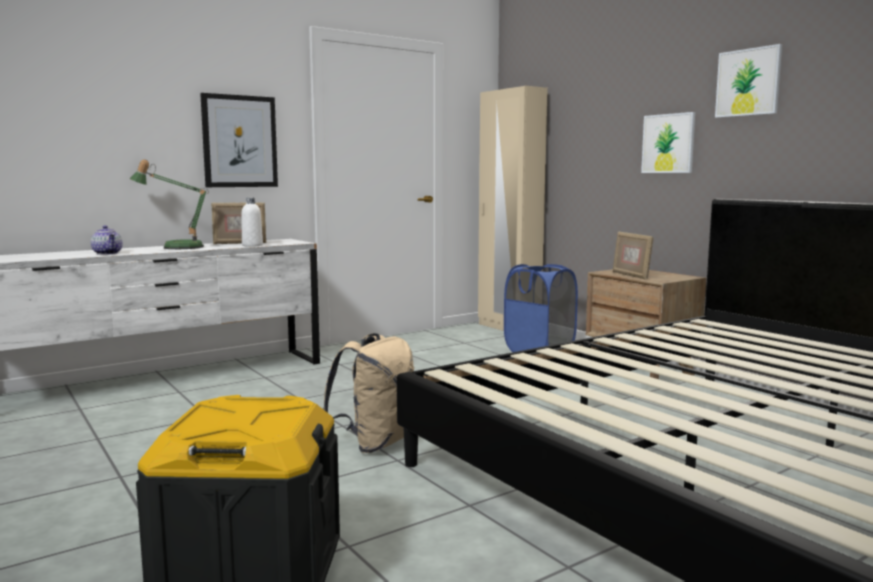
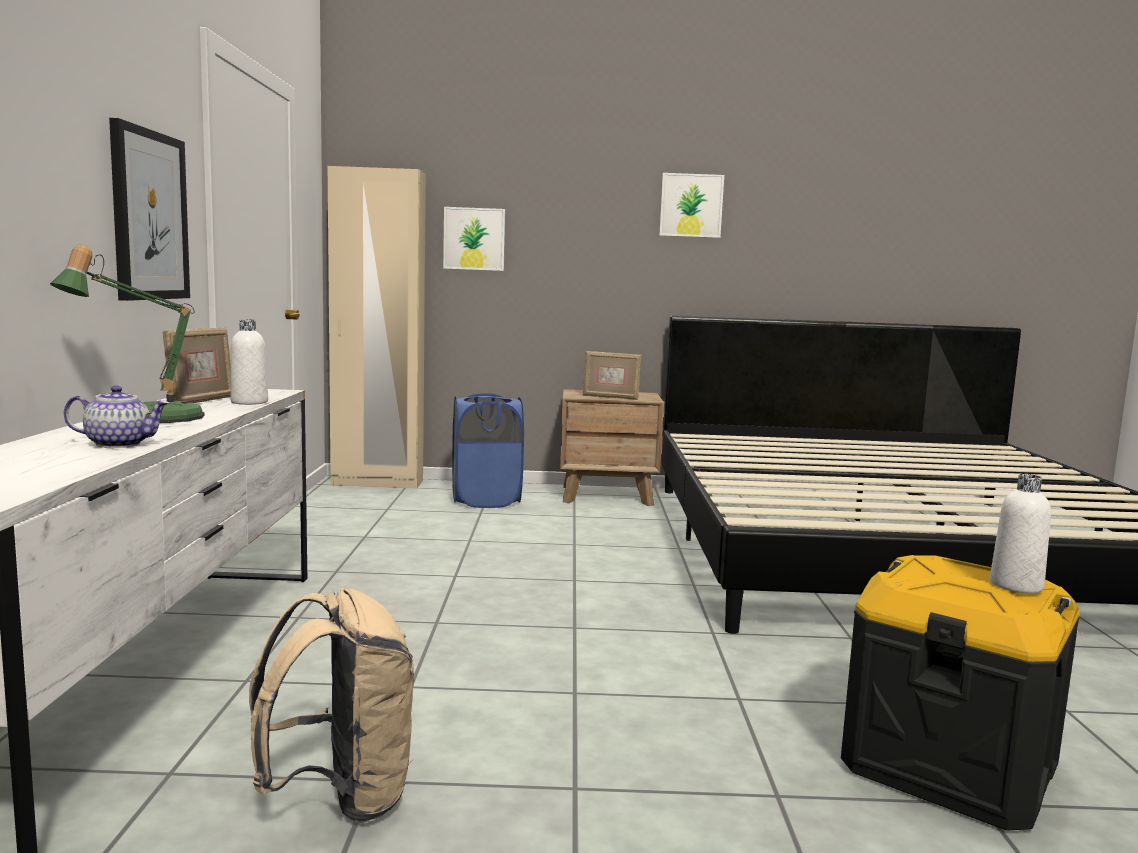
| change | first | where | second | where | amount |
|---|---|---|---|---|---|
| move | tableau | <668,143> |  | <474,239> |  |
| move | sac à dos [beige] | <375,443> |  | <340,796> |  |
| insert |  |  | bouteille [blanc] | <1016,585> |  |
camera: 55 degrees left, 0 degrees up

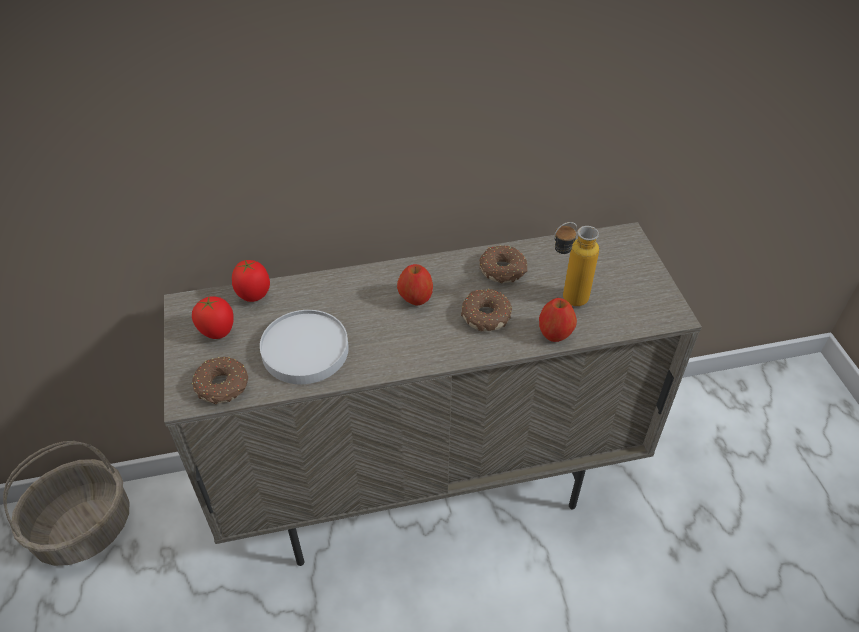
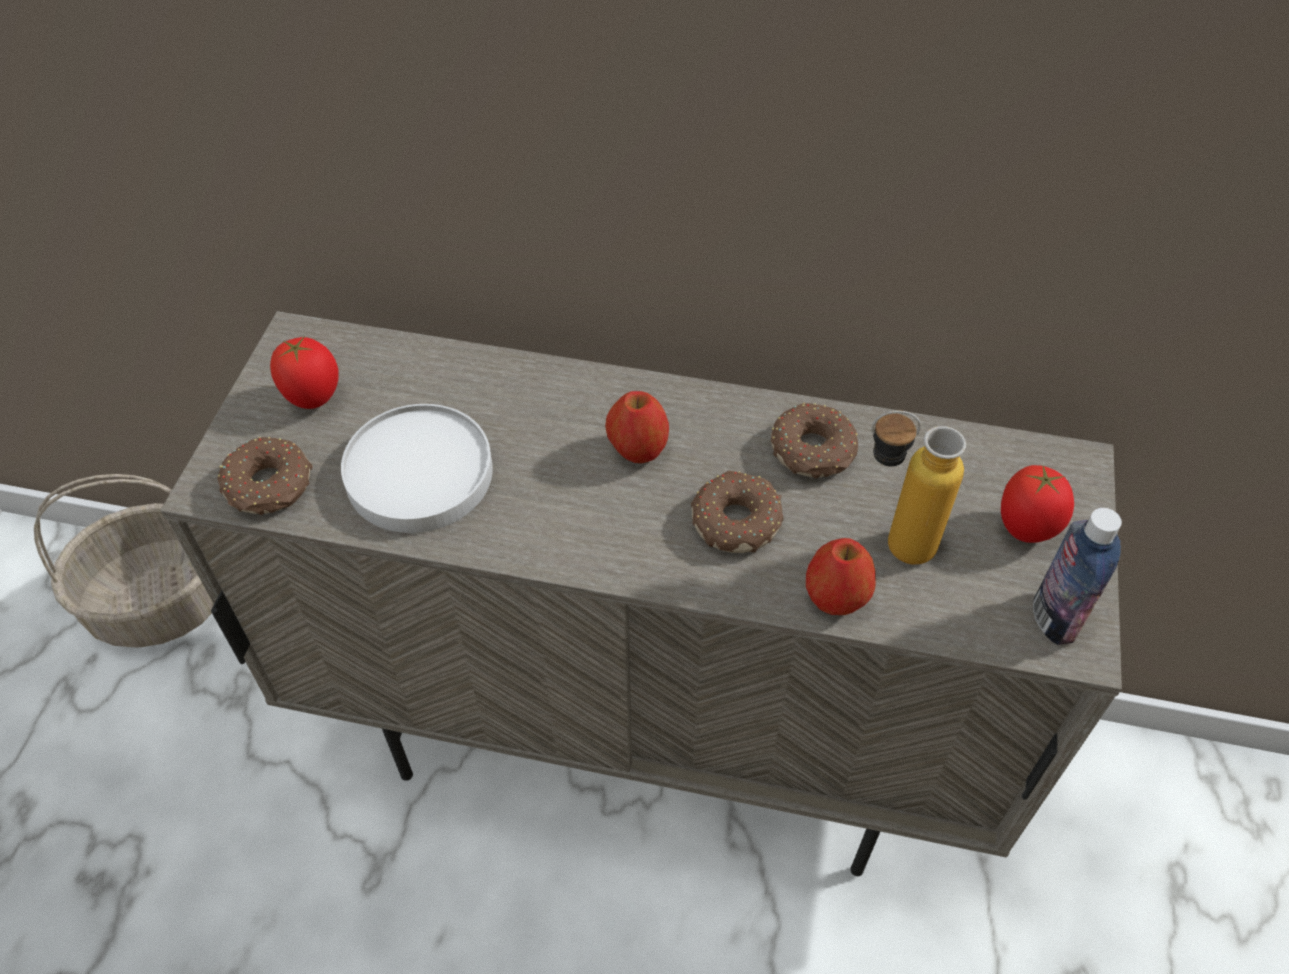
| change | first | where | second | where | amount |
|---|---|---|---|---|---|
| move | tomate | <254,296> |  | <1026,529> |  |
| insert |  |  | bouteille | <1054,618> |  |
camera: 25 degrees right, 5 degrees up

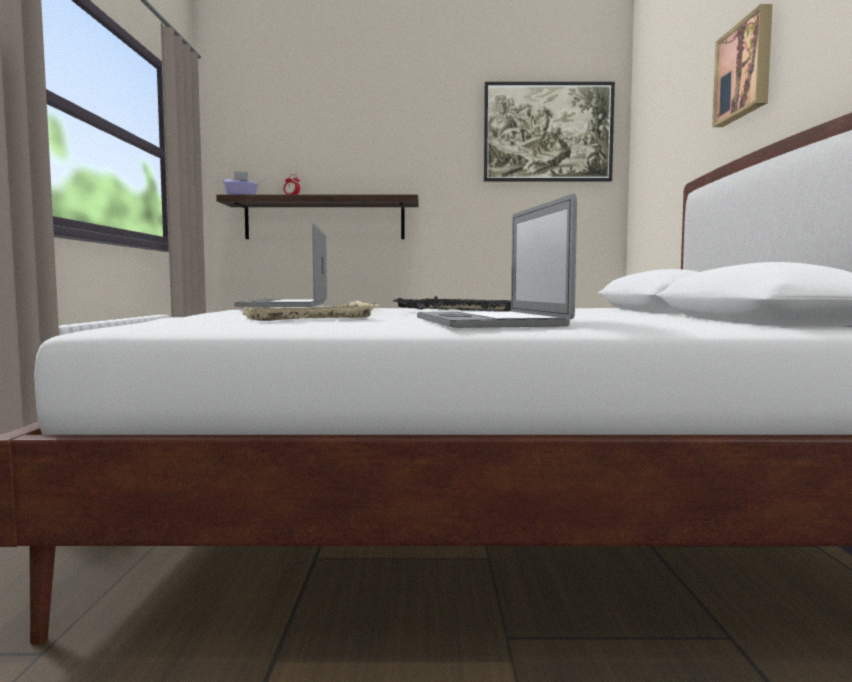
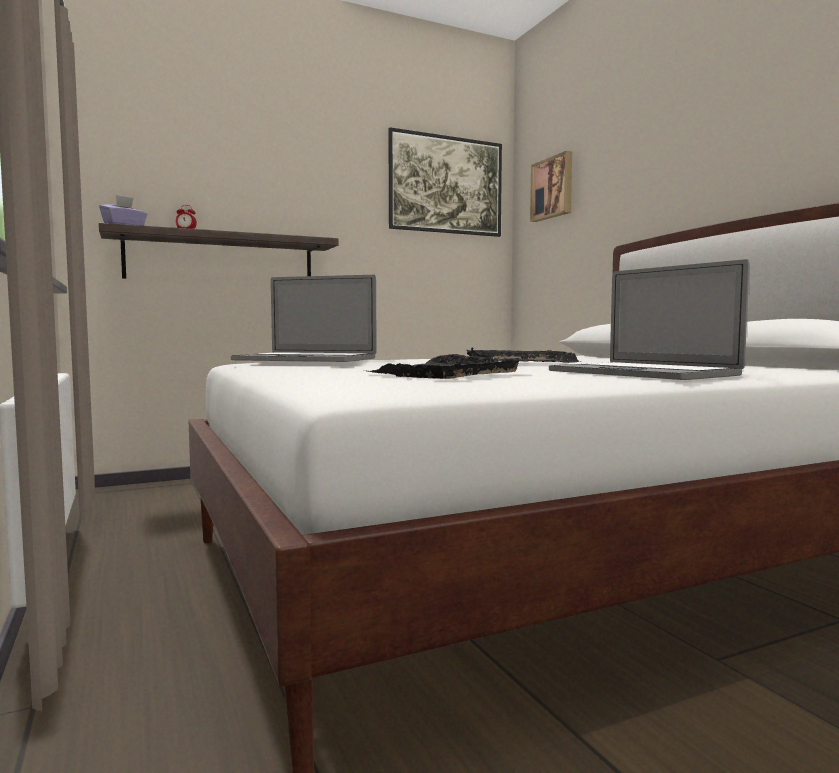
| change | first | where | second | where | amount |
|---|---|---|---|---|---|
| move | tableau | <745,70> |  | <553,188> |  |
| rotate | ordinateur portable | <285,305> |  | <306,359> | 45 degrees counterclockwise |
| recolor | plateau [beige] | <310,317> | plateau [noir] | <445,373> |  |
camera: 25 degrees left, 0 degrees up

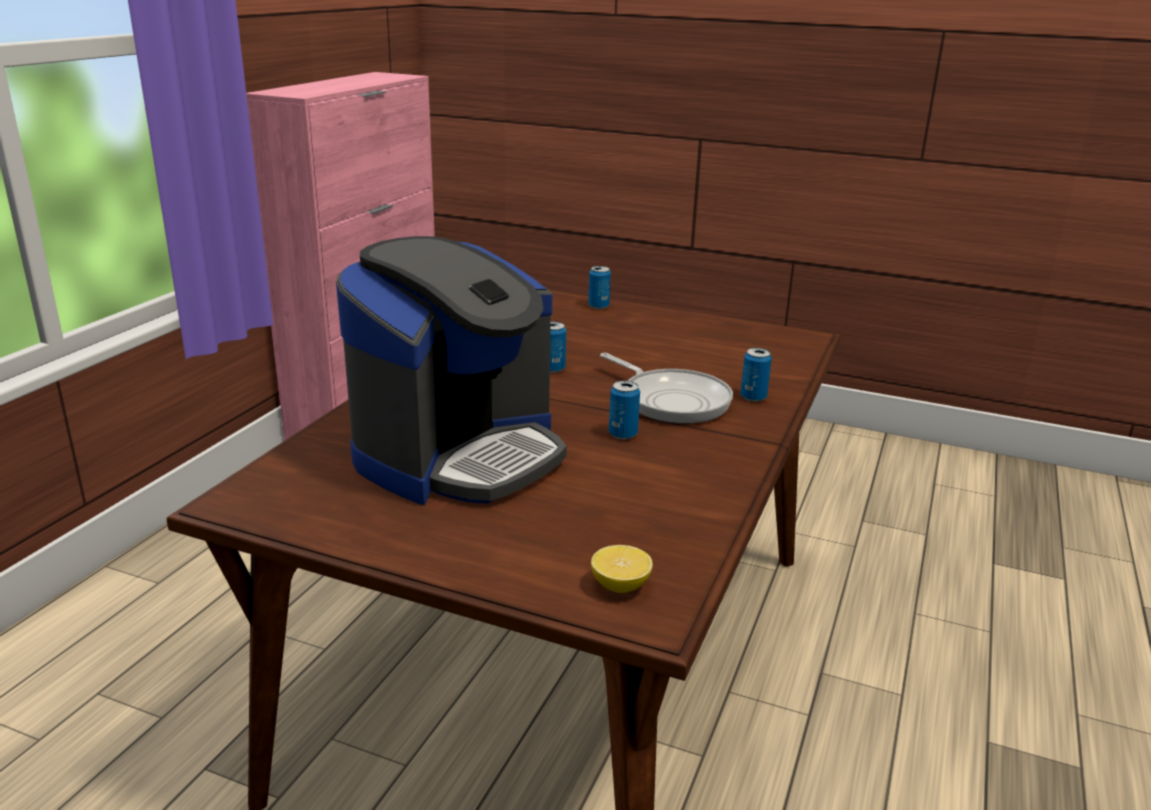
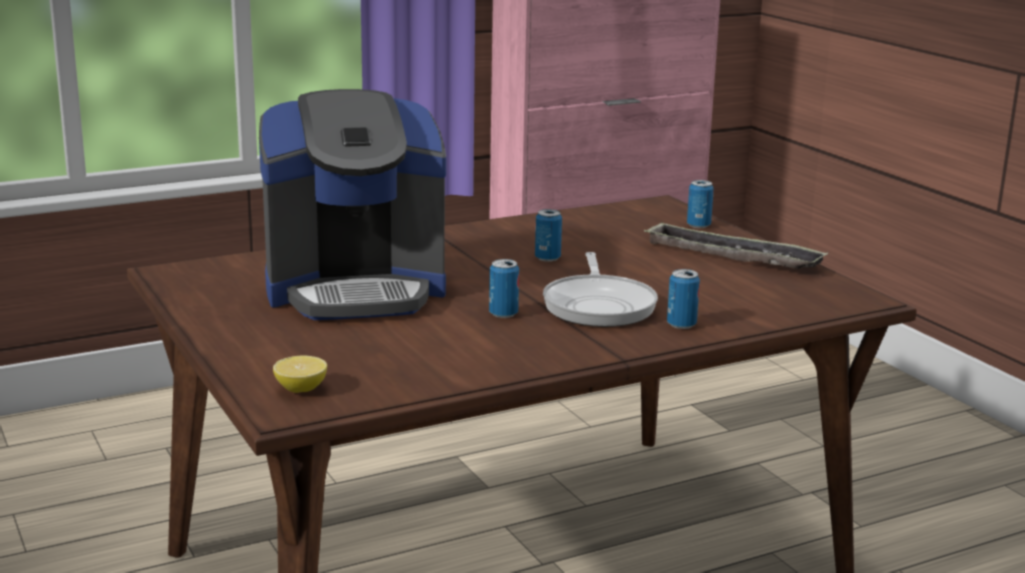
| change | first | where | second | where | amount |
|---|---|---|---|---|---|
| insert |  |  | plateau | <732,256> |  |
camera: 40 degrees right, 5 degrees down

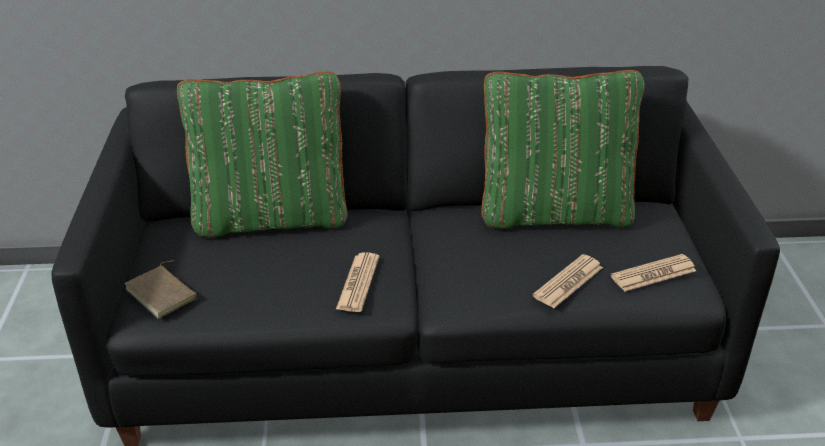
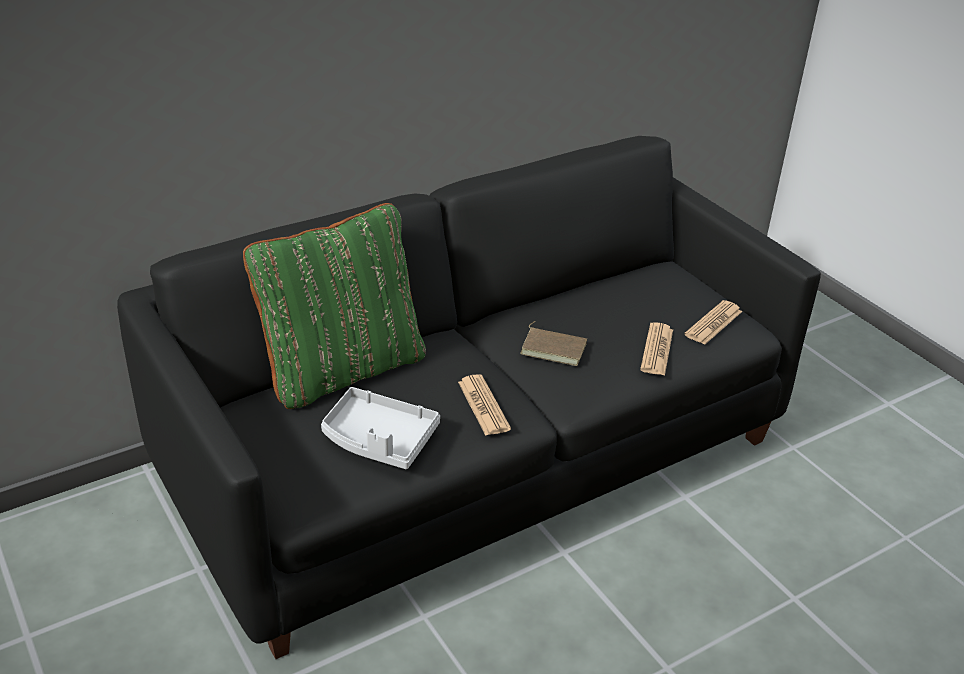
| change | first | where | second | where | amount |
|---|---|---|---|---|---|
| delete | coussin [vert] | <554,212> |  |  |  |
| move | livre [marron] | <163,293> |  | <554,348> |  |
| insert |  |  | plateau [gris] | <379,440> |  |
camera: 30 degrees left, 0 degrees up

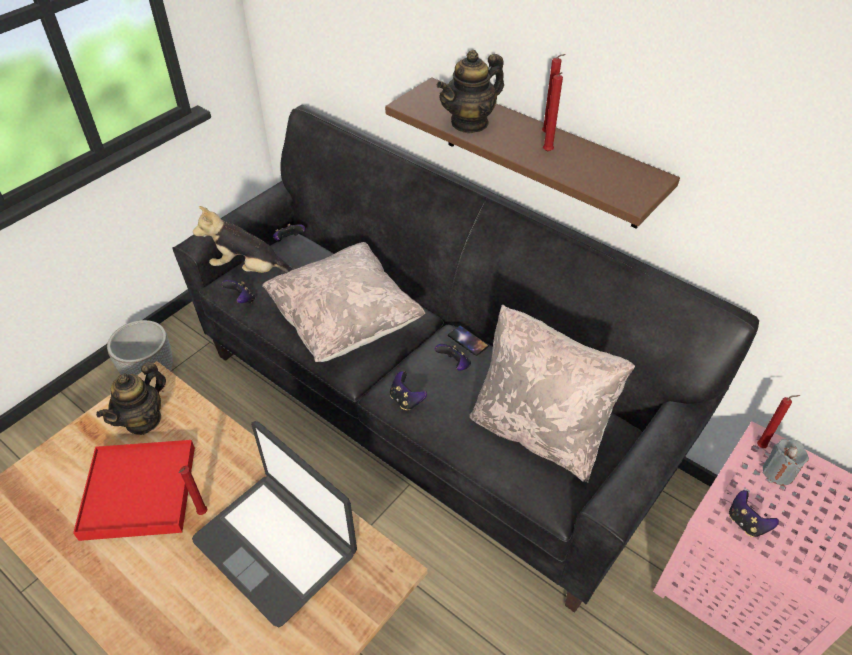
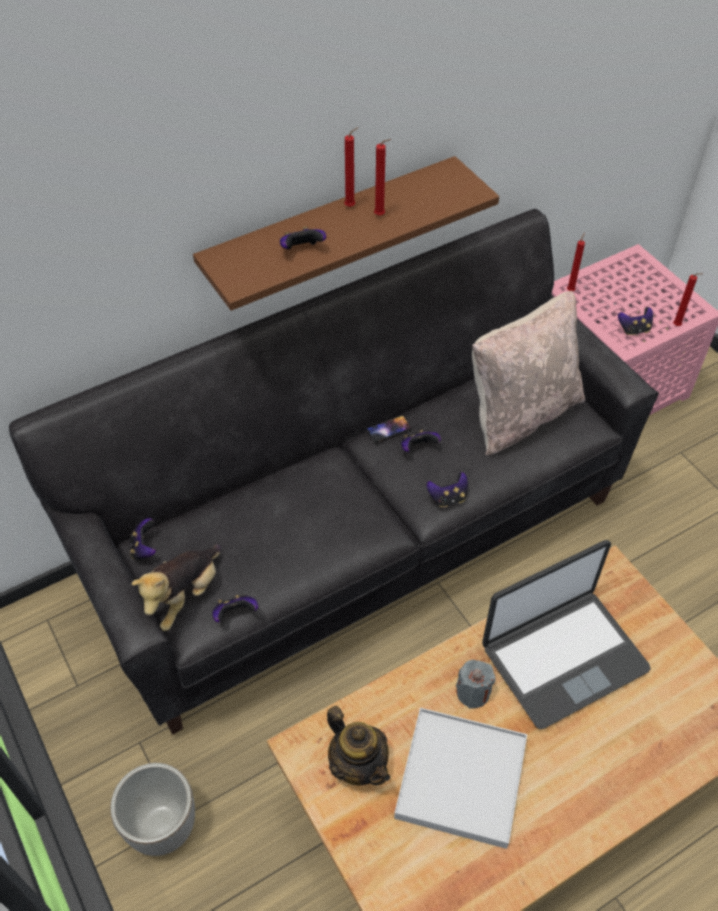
| change | first | where | second | where | amount |
|---|---|---|---|---|---|
| replace | théière | <470,123> | manette | <302,250> |  |
| delete | coussin [beige] | <345,323> |  |  |  |
| move | bougie [gris] | <778,472> |  | <473,692> |  |
| recolor | plateau [rouge] | <139,492> | plateau [blanc] | <460,779> |  |
| move | bougie [rouge] | <202,514> |  | <678,326> |  |
camera: 70 degrees left, 5 degrees up

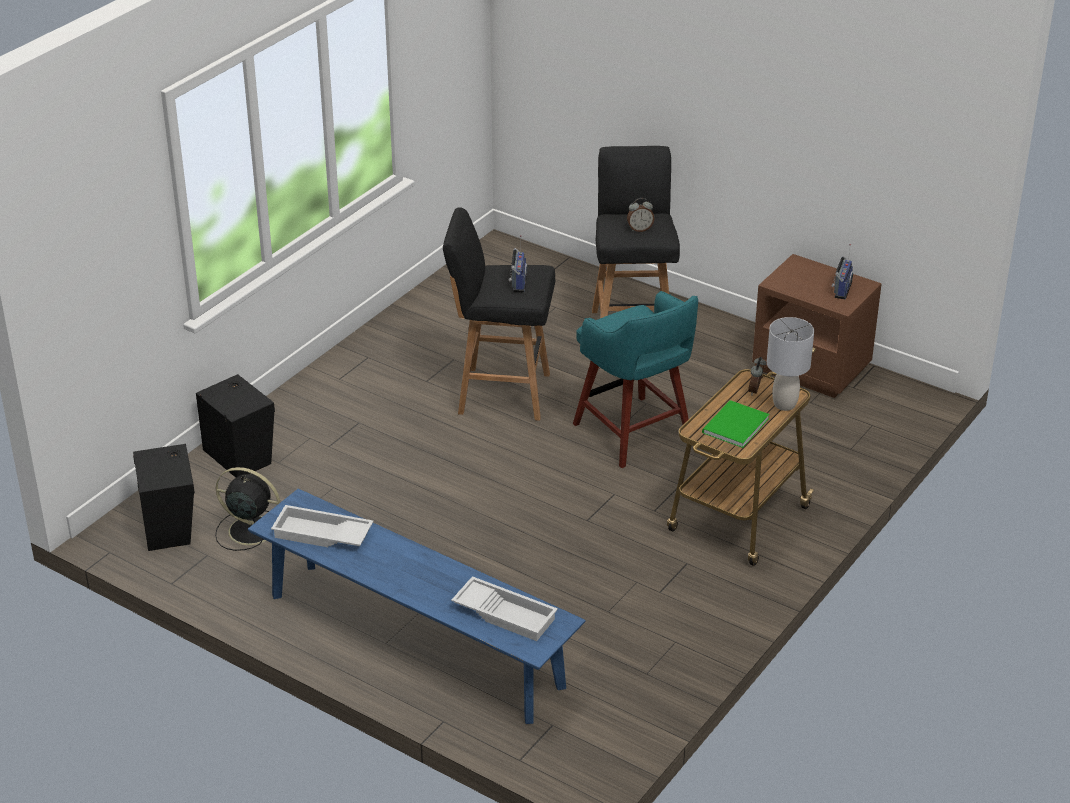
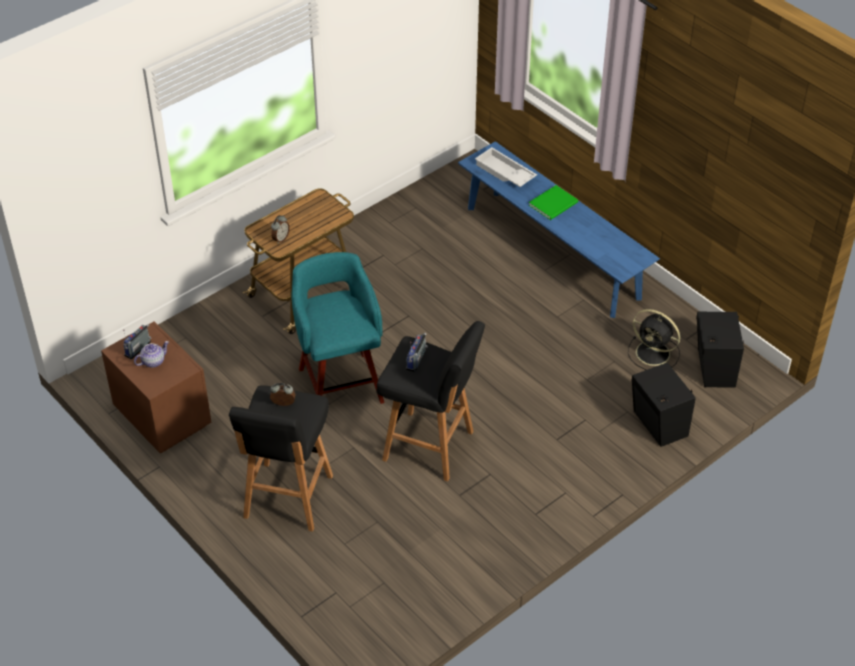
| change | first | where | second | where | amount |
|---|---|---|---|---|---|
| delete | lampe de table [gris] | <784,404> |  |  |  |
| move | livre [vert] | <733,426> |  | <555,204> |  |
| delete | plateau [blanc] | <321,535> |  |  |  |
| insert |  |  | théière | <153,361> |  |
camera: 165 degrees left, 10 degrees up

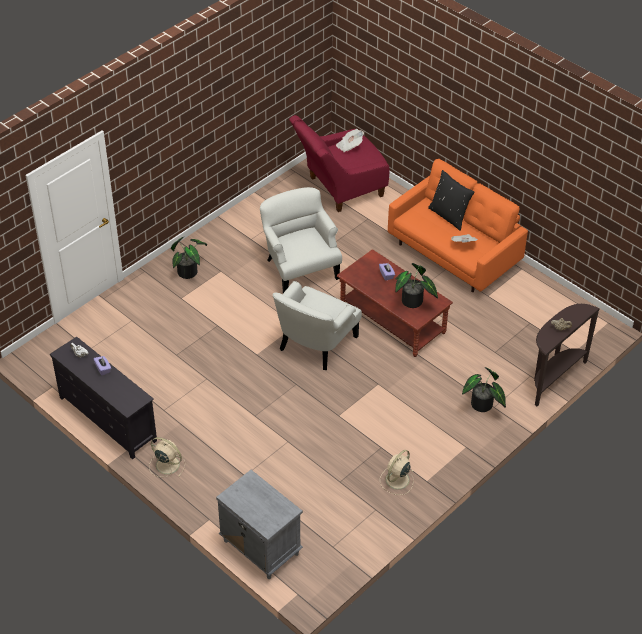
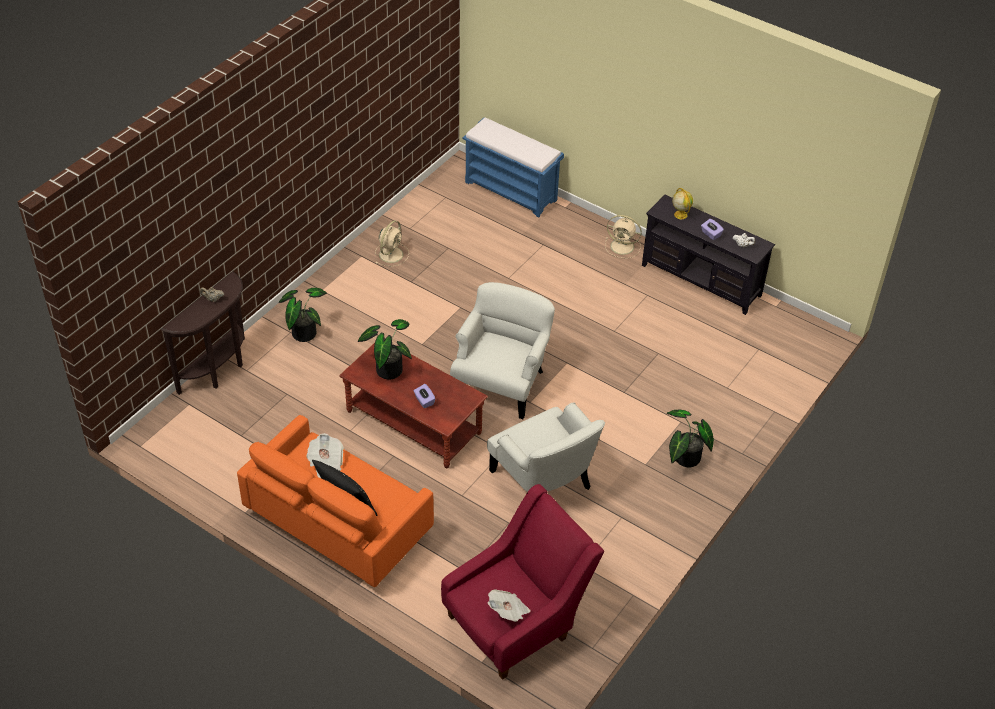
| change | first | where | second | where | amount |
|---|---|---|---|---|---|
| replace | table de chevet [gris] | <260,547> | banc [bleu] | <512,191> |  |
| insert |  |  | globe | <680,214> |  |
camera: 170 degrees right, 0 degrees up

